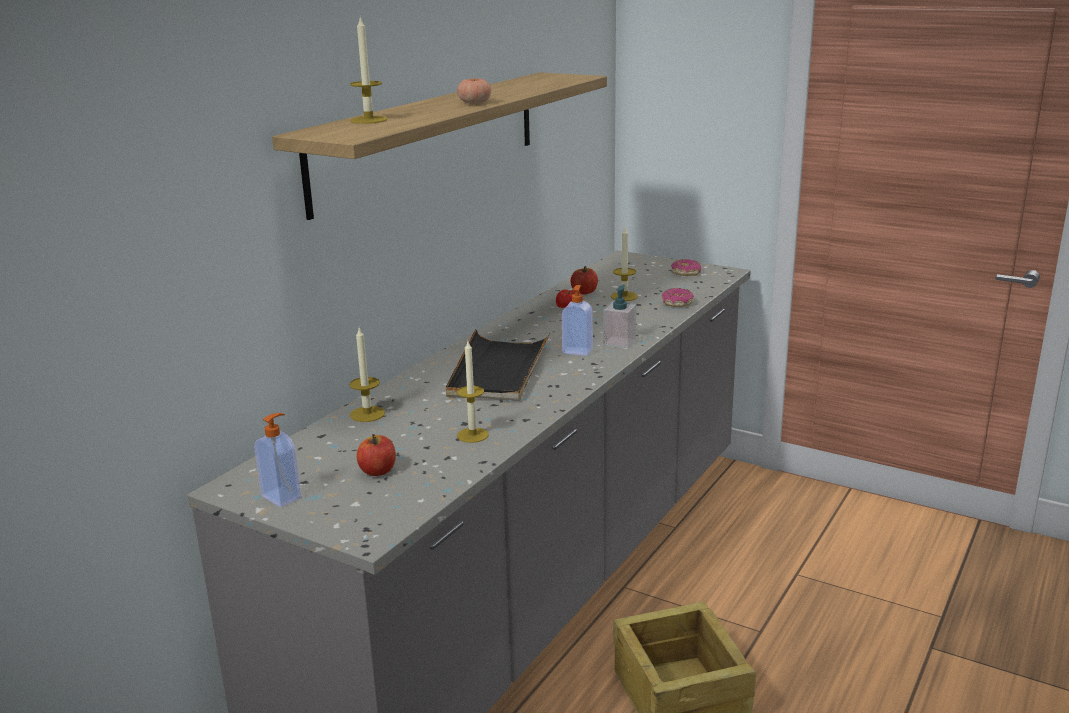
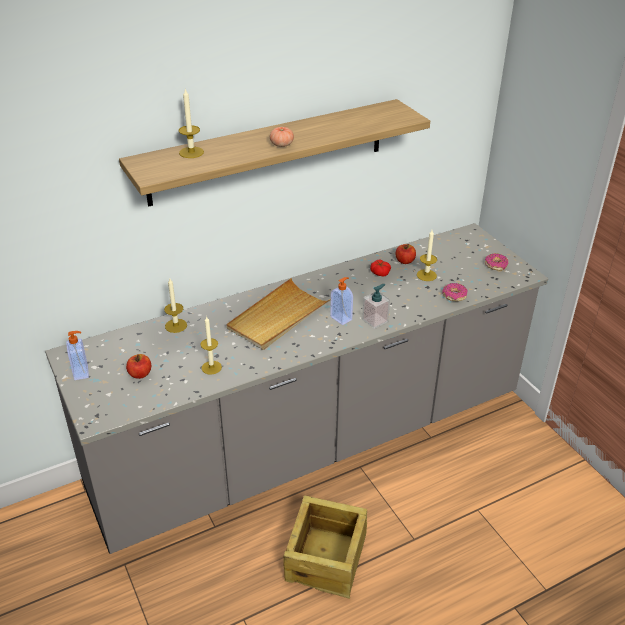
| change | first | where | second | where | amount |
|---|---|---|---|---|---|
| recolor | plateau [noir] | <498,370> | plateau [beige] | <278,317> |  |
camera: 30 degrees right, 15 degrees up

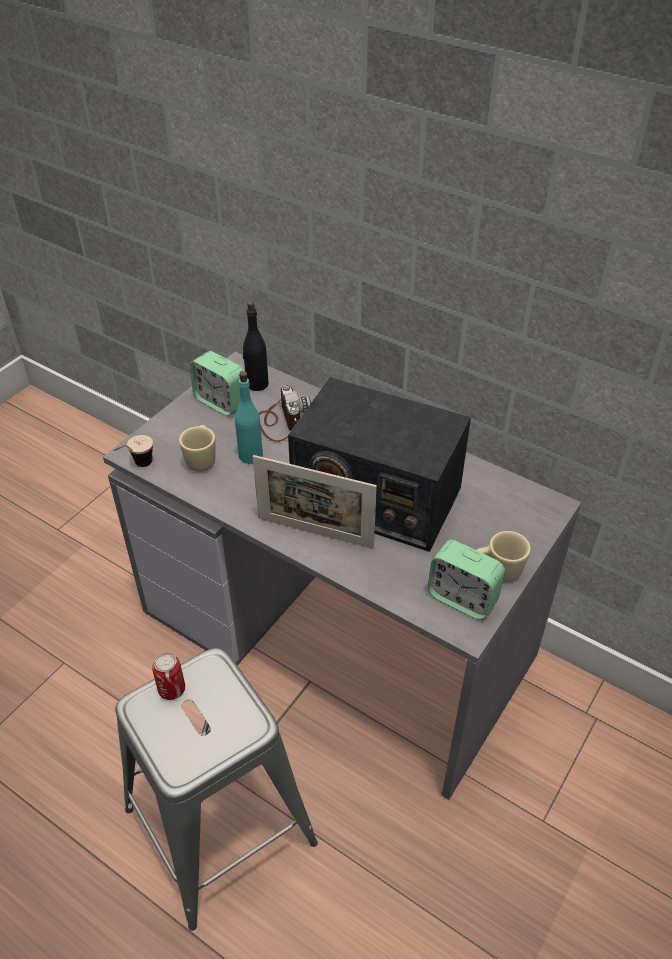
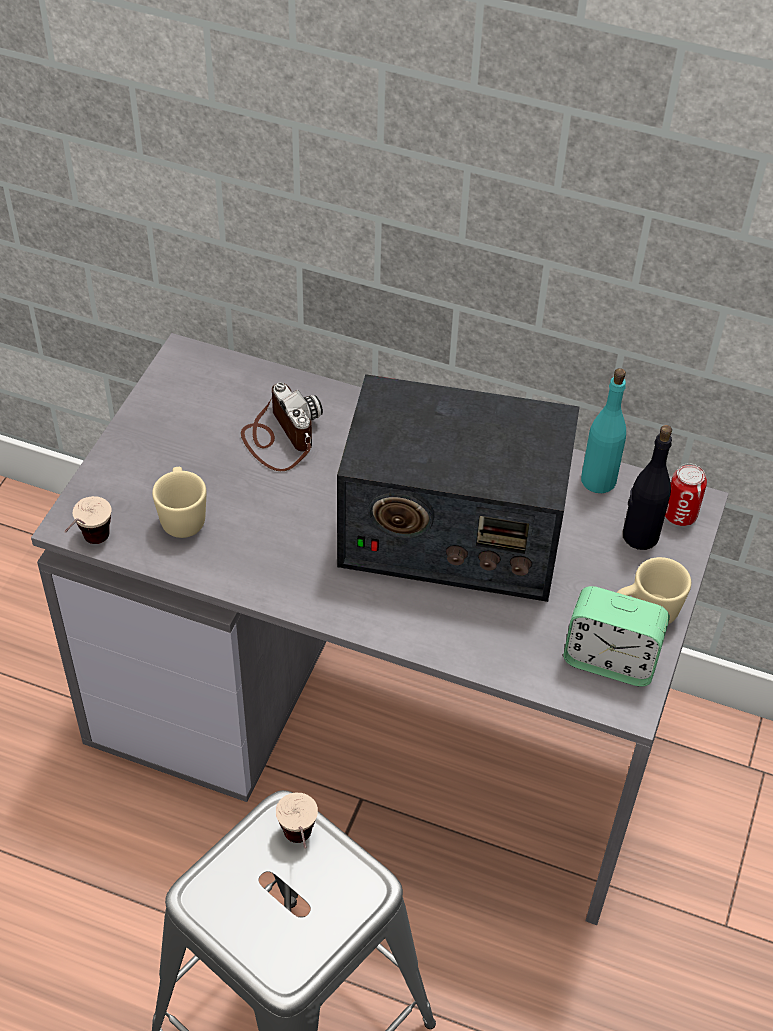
| change | first | where | second | where | amount |
|---|---|---|---|---|---|
| move | bouteille [noir] | <257,384> |  | <639,536> |  |
| delete | réveil | <221,402> |  |  |  |
| move | bouteille [turquoise] | <251,455> |  | <598,480> |  |
| delete | cadre photo | <315,533> |  |  |  |
| move | boîte métallique | <172,689> |  | <680,515> |  |
| insert |  |  | tasse | <300,846> |  |
camera: 15 degrees left, 5 degrees up

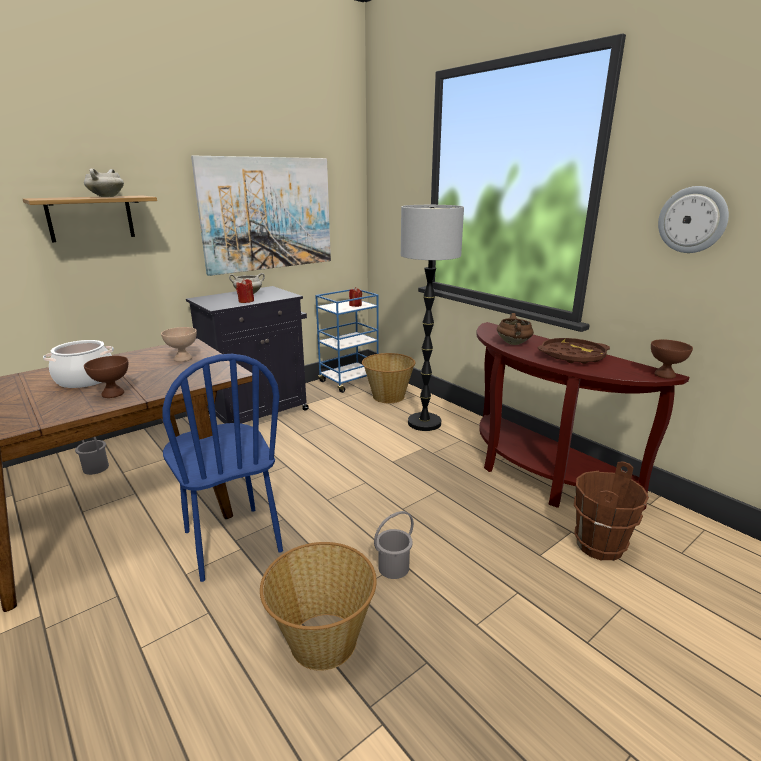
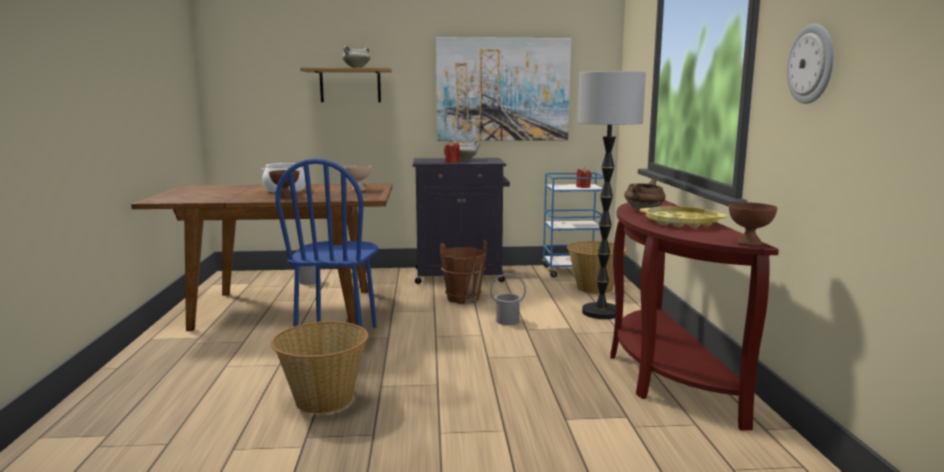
| change | first | where | second | where | amount |
|---|---|---|---|---|---|
| recolor | plateau [marron] | <572,356> | plateau [jaune] | <681,223> |  |
| move | seau [marron] | <598,545> |  | <463,299> |  |
| move | seau [gris] | <394,567> |  | <507,321> |  |
camera: 35 degrees right, 10 degrees down

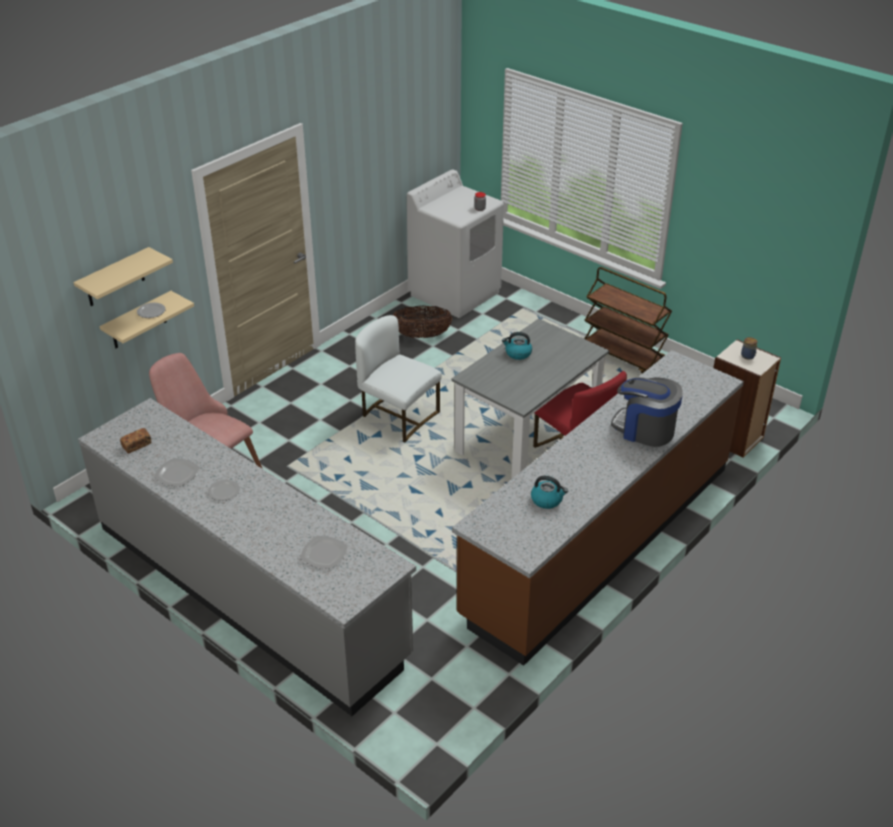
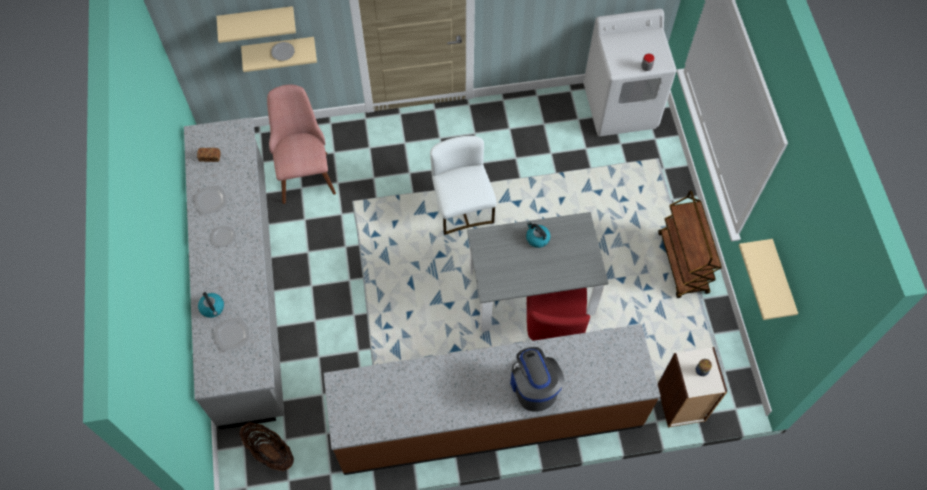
| change | first | where | second | where | amount |
|---|---|---|---|---|---|
| move | panier | <422,336> |  | <270,452> |  |
| move | bouilloire | <547,500> |  | <212,308> |  |
| insert |  |  | étagère [beige] | <780,281> |  |
camera: 40 degrees right, 25 degrees up

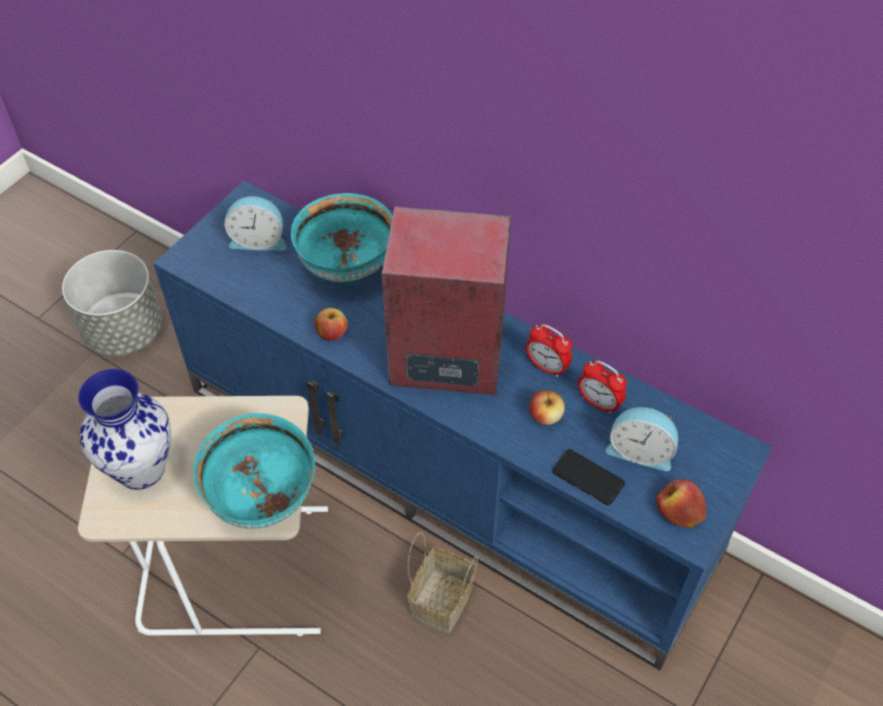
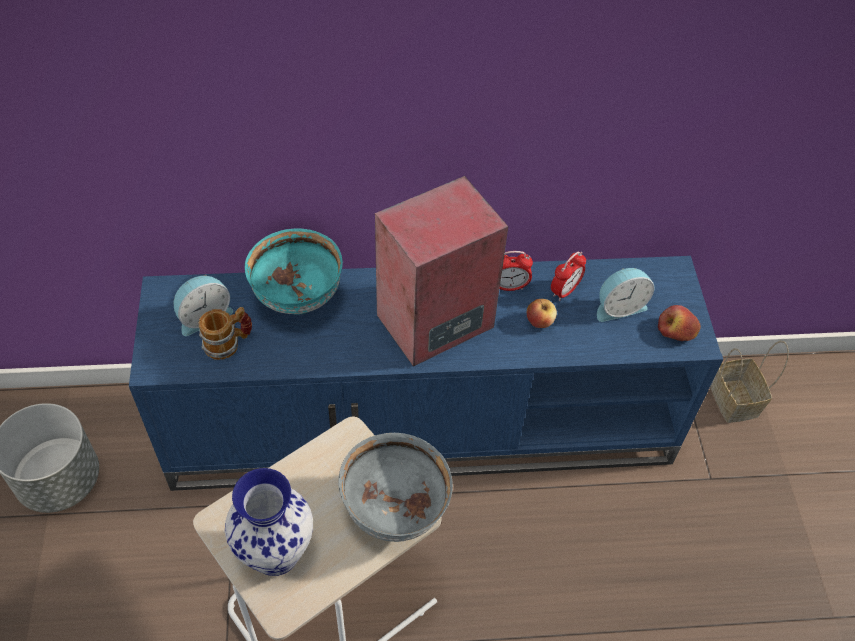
| change | first | where | second | where | amount |
|---|---|---|---|---|---|
| delete | pomme | <332,333> |  |  |  |
| rotate | réveil | <599,403> |  | <564,291> | 45 degrees counterclockwise |
| recolor | bol [turquoise] | <264,498> | bol [gris] | <395,509> |  |
| delete | téléphone | <588,477> |  |  |  |
| move | panier | <442,603> |  | <736,402> |  |
| insert |  |  | mug | <228,343> |  |
camera: 40 degrees left, 0 degrees up

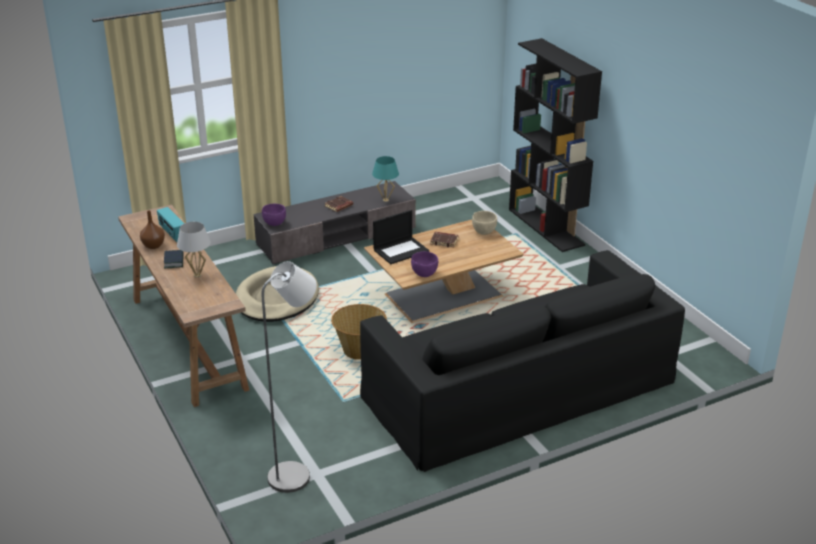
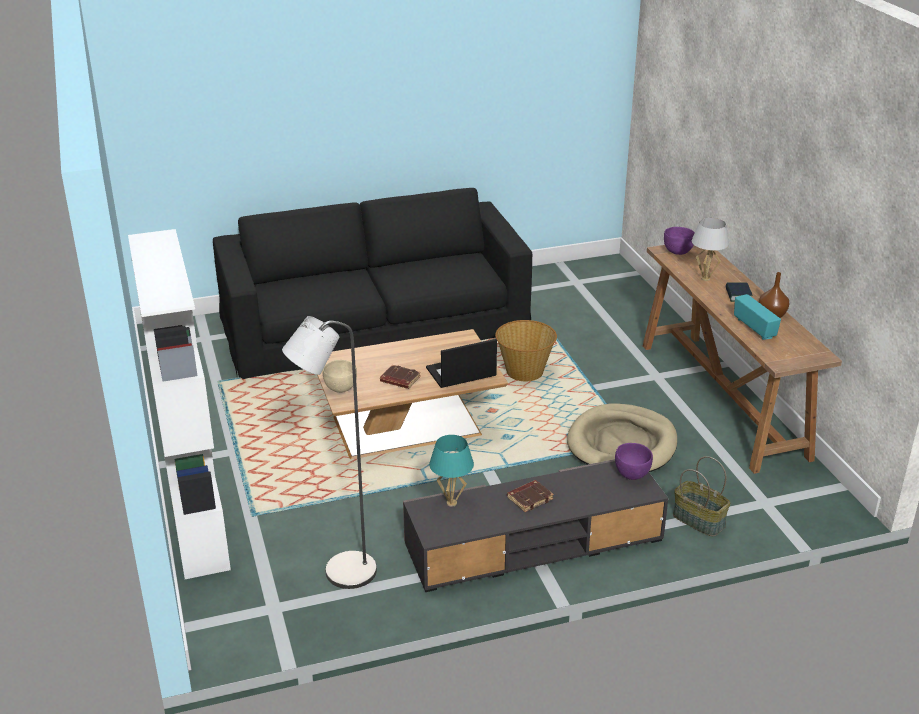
| change | first | where | second | where | amount |
|---|---|---|---|---|---|
| recolor | bibliothèque [noir] | <546,227> | bibliothèque [blanc] | <197,524> |  |
| move | bol [violet] | <424,274> |  | <678,252> |  |
| move | lampadaire [gris] | <296,474> |  | <341,574> |  |
| insert |  |  | panier | <699,520> |  |
camera: 170 degrees left, 0 degrees up

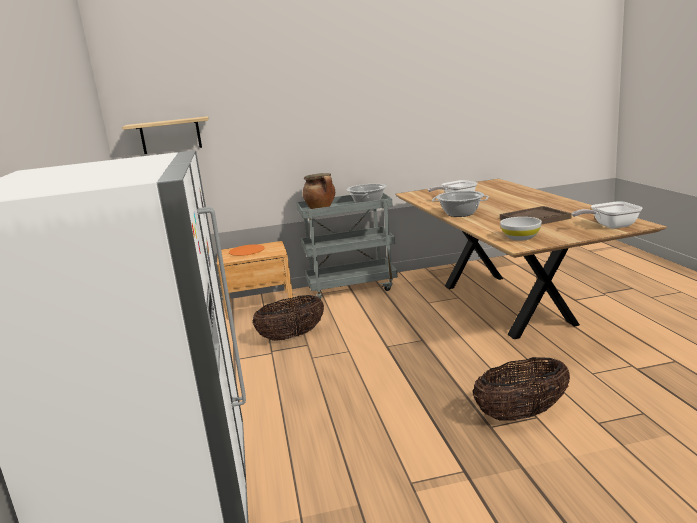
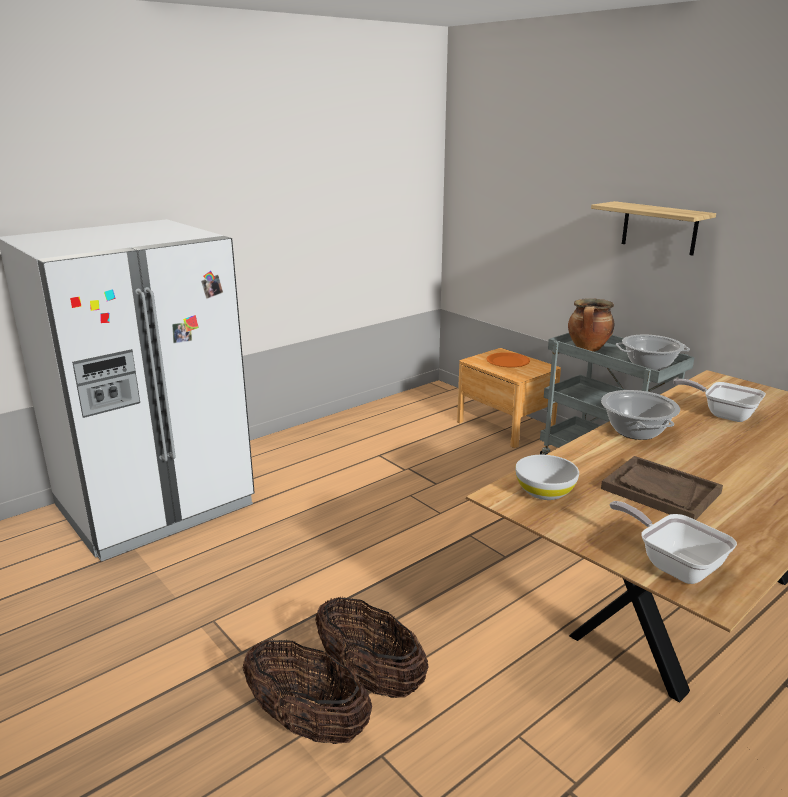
| change | first | where | second | where | amount |
|---|---|---|---|---|---|
| move | étagère | <170,135> |  | <659,228> |  |
| move | panier | <292,336> |  | <307,723> |  |
camera: 60 degrees right, 5 degrees up

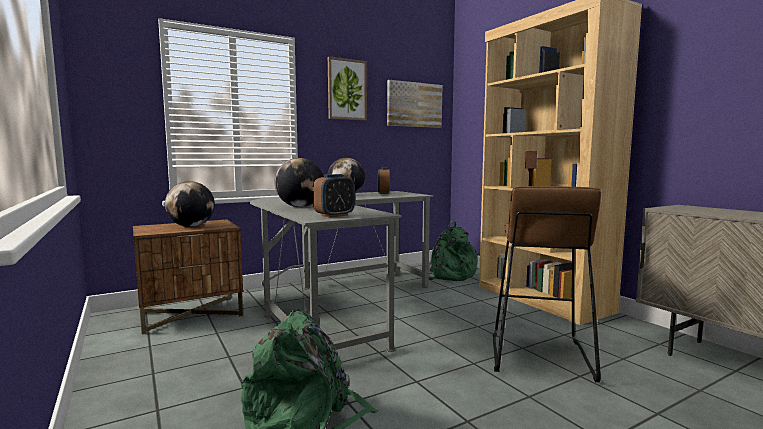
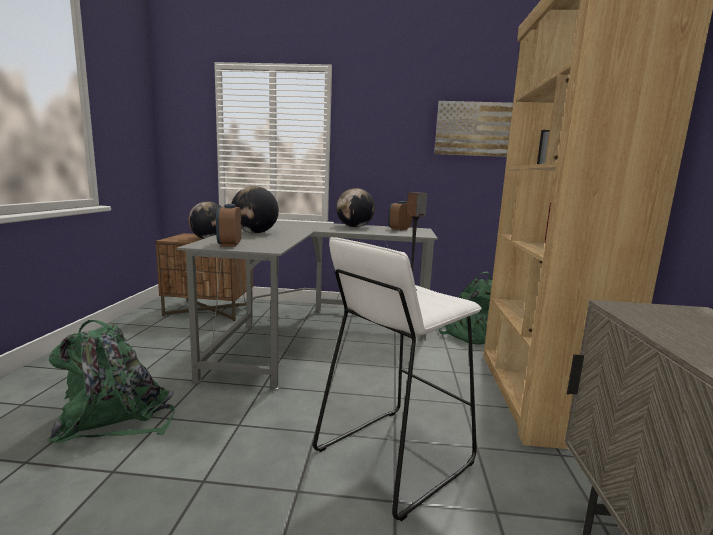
| change | first | where | second | where | amount |
|---|---|---|---|---|---|
| delete | tableau | <346,89> |  |  |  |
| rotate | réveil | <334,215> |  | <229,244> | 90 degrees clockwise |
| recolor | tabouret [marron] | <538,356> | tabouret [blanc] | <393,456> |  |
camera: 35 degrees right, 5 degrees up

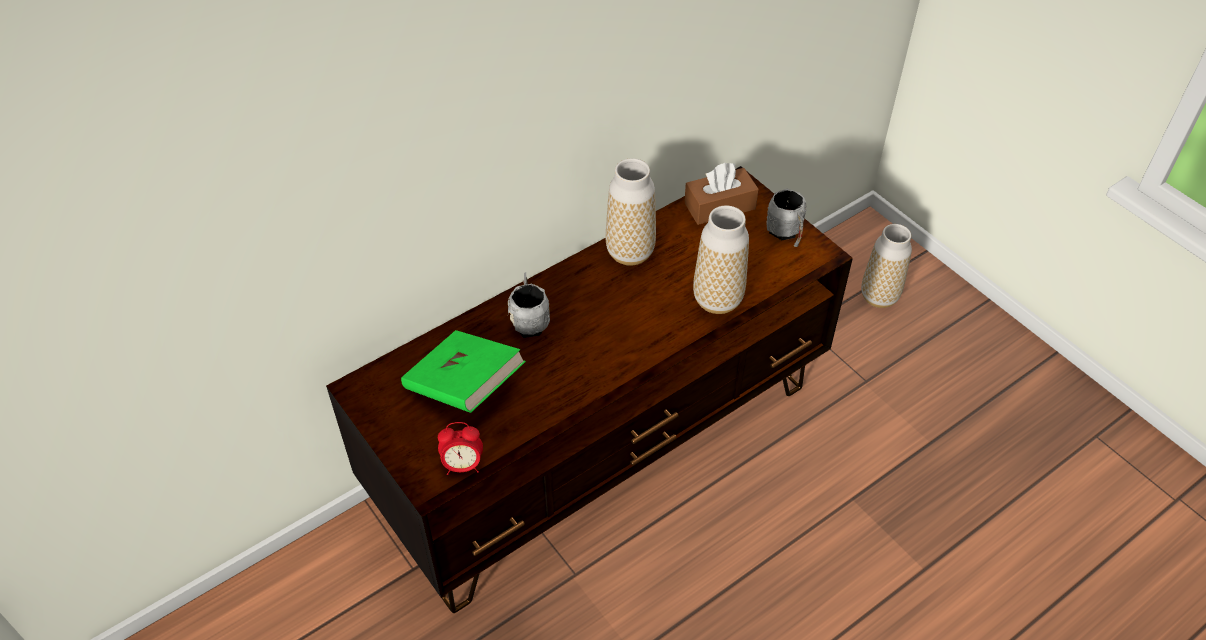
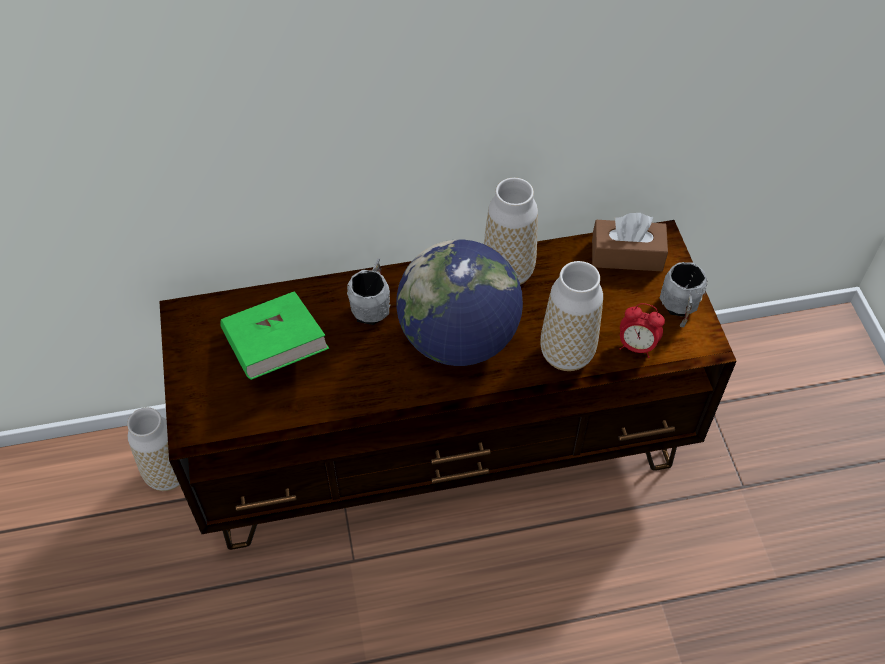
| change | first | where | second | where | amount |
|---|---|---|---|---|---|
| move | vase | <879,297> |  | <168,475> |  |
| move | réveil | <462,465> |  | <636,346> |  |
| insert |  |  | globe | <458,339> |  |
camera: 25 degrees right, 5 degrees up

